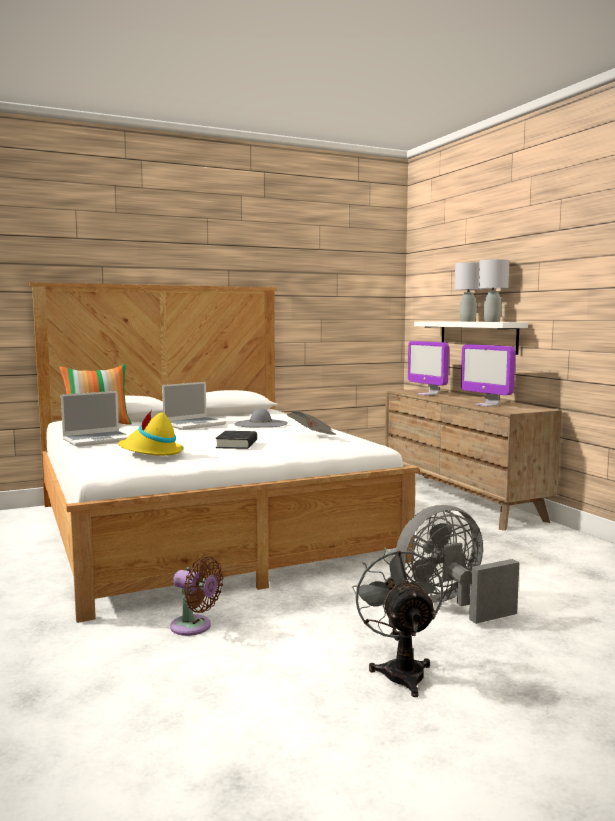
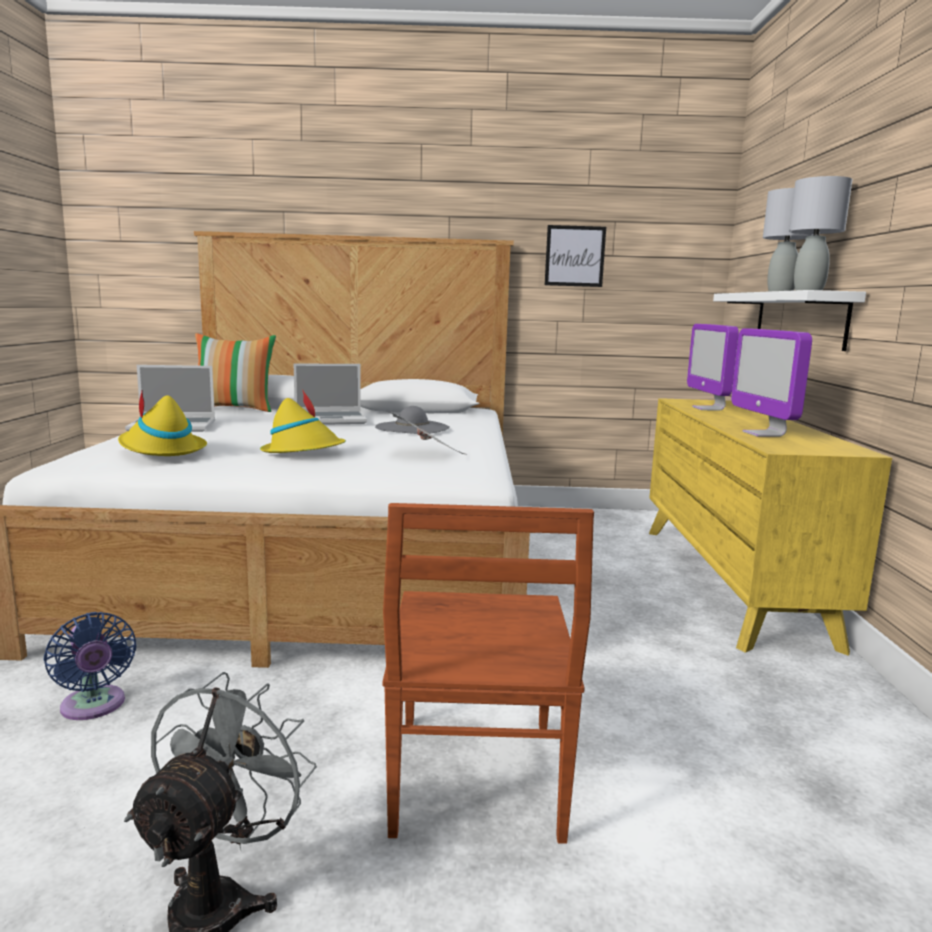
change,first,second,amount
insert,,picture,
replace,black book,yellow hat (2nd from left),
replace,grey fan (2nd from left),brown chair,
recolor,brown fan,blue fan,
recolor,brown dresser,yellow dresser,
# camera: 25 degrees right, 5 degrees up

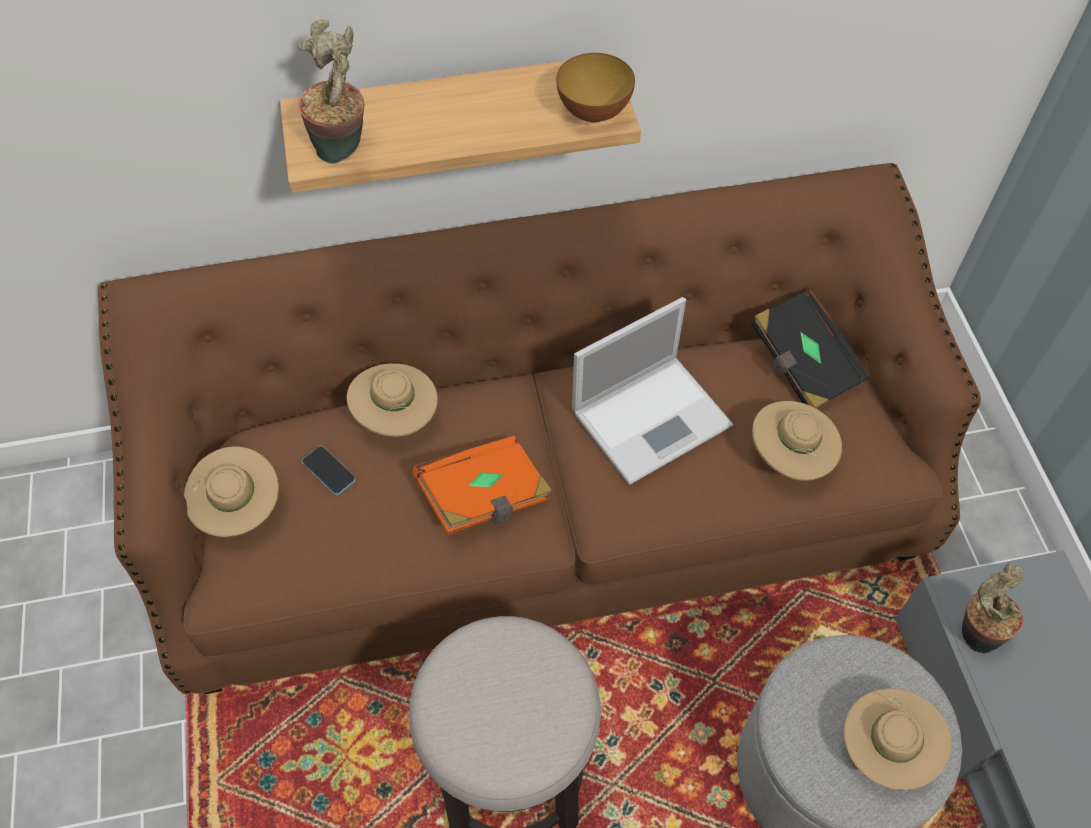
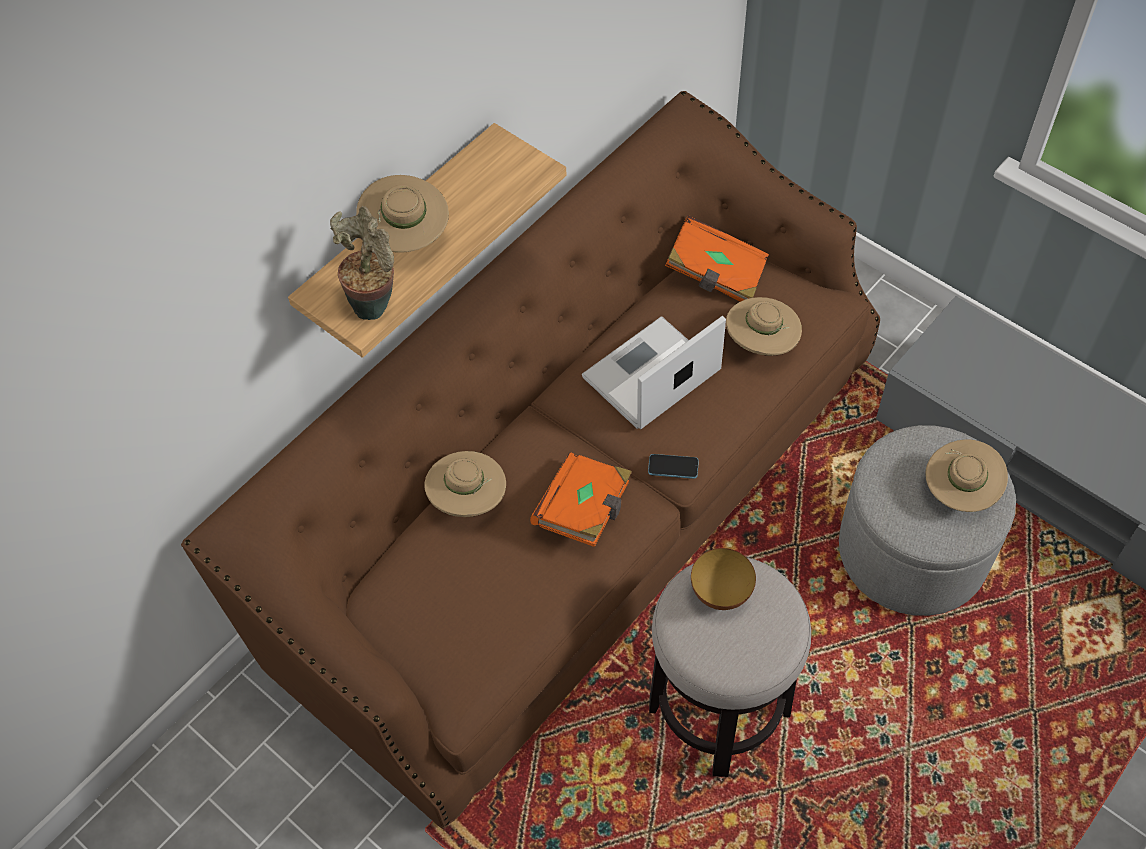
change,first,second,amount
delete,potted plant (2nd from left),,
move,beige hat (1st from left),,
move,phone,,
move,bowl,,
recolor,black book,orange book (2nd from left),
rotate,laptop,,150 degrees counterclockwise
# camera: 35 degrees left, 0 degrees up

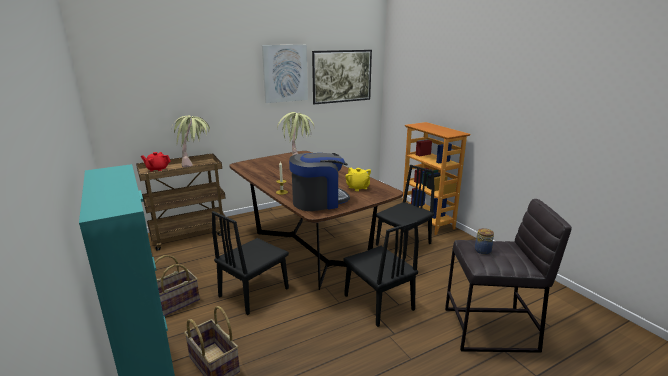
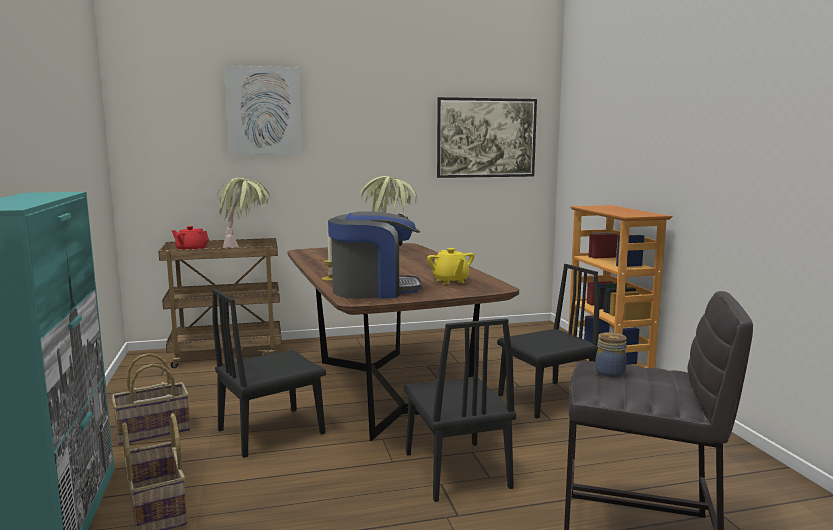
change,first,second,amount
move,picture (1st from left),,
# camera: 15 degrees right, 10 degrees down

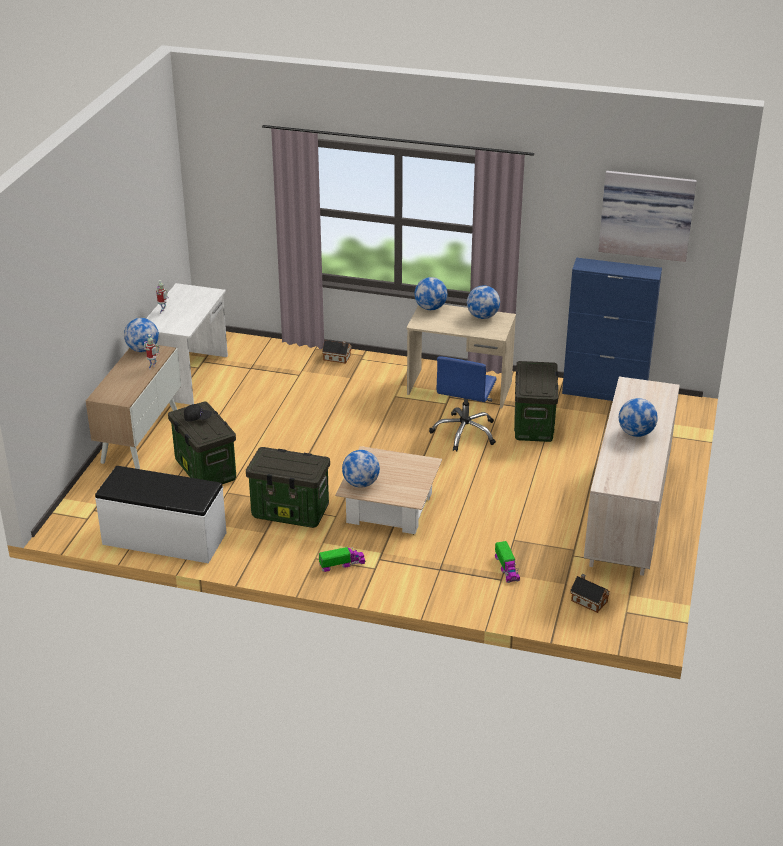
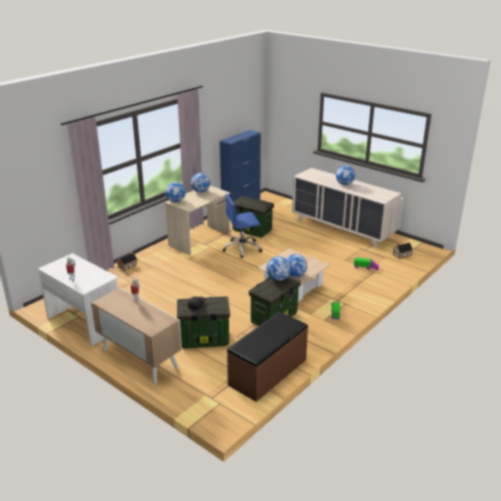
change,first,second,amount
delete,picture,,
move,globe (1st from left in the first image),globe (3rd from left),
recolor,white bench,brown bench,
rotate,blue office chair,,120 degrees clockwise
# camera: 65 degrees left, 5 degrees down

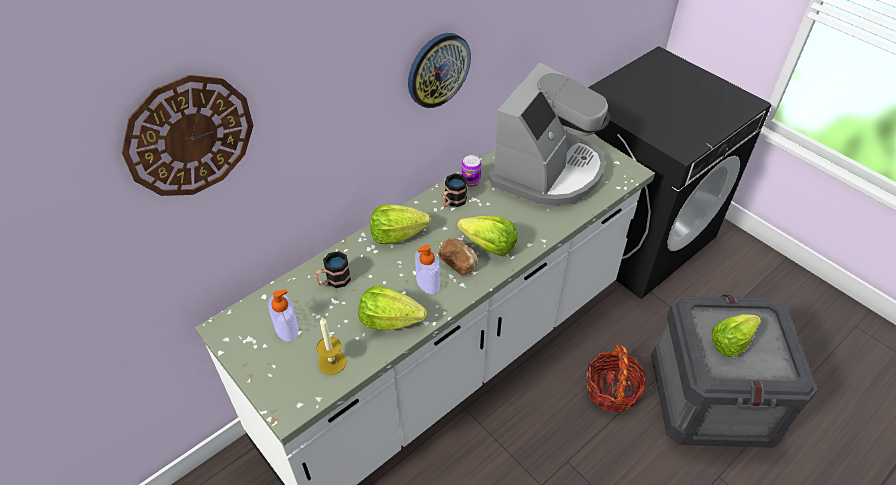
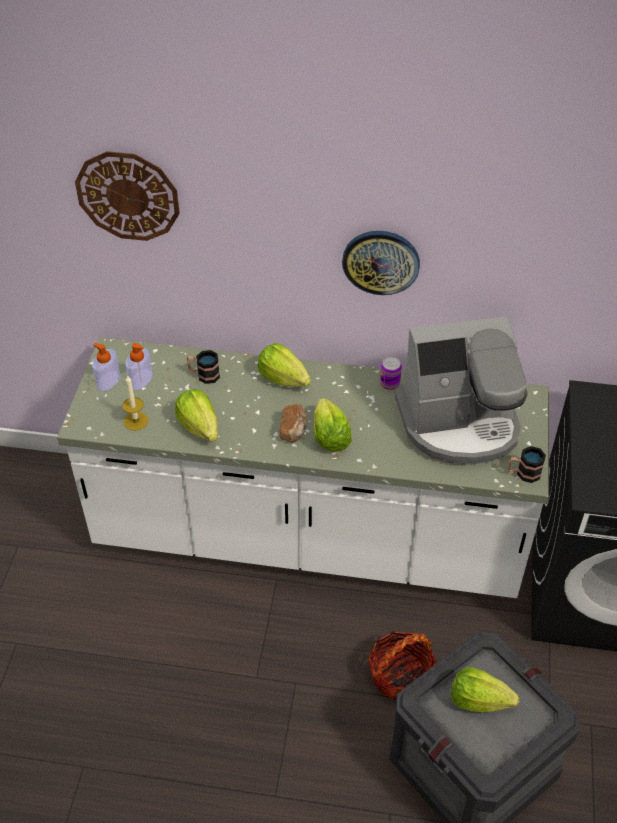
change,first,second,amount
move,soap dispenser (2nd from left in the first image),soap dispenser (1st from left),
move,mug (2nd from left),,
# camera: 50 degrees right, 0 degrees up

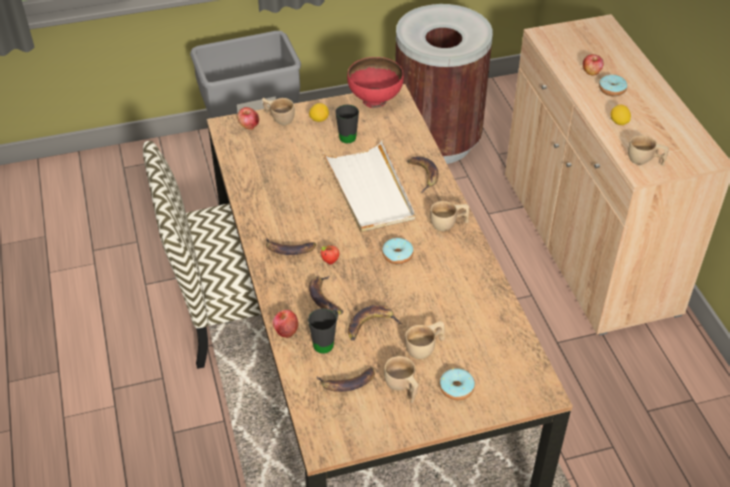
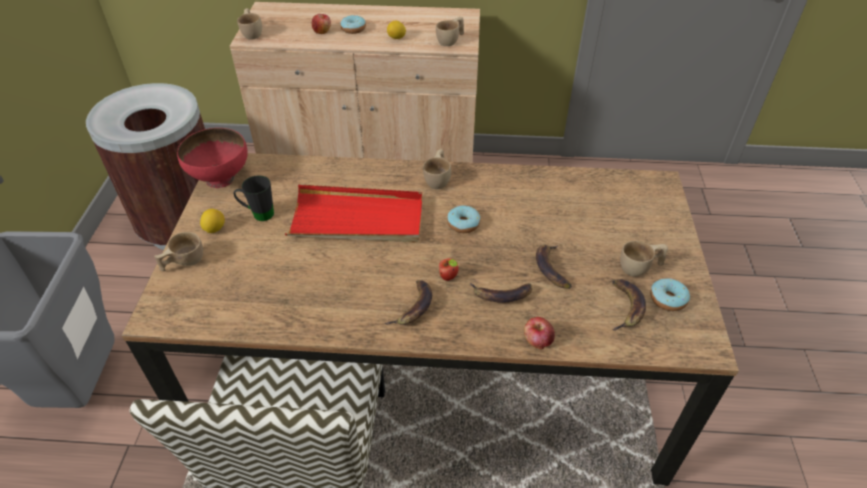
change,first,second,amount
delete,apple (1st from left),,
delete,black mug (1st from left),,
delete,banana (5th from left),,
move,beige cup (3rd from left in the first image),beige cup (2nd from left),
move,donut (2nd from left in the first image),donut (3rd from left),
recolor,white tray,red tray,
# camera: 70 degrees left, 0 degrees up

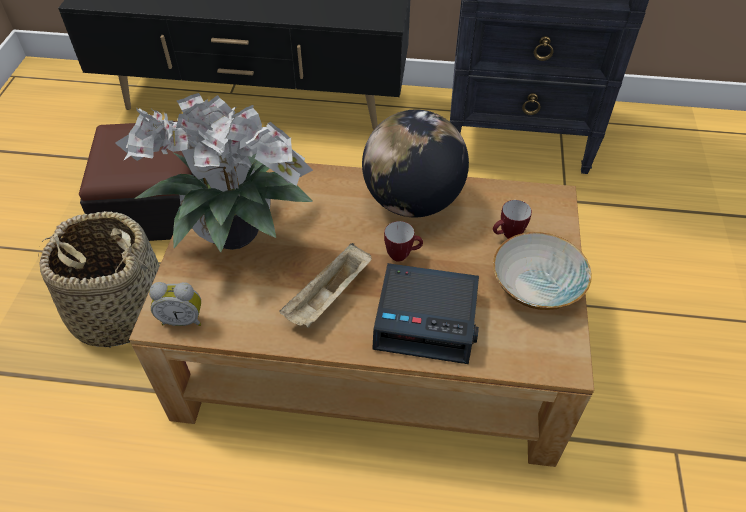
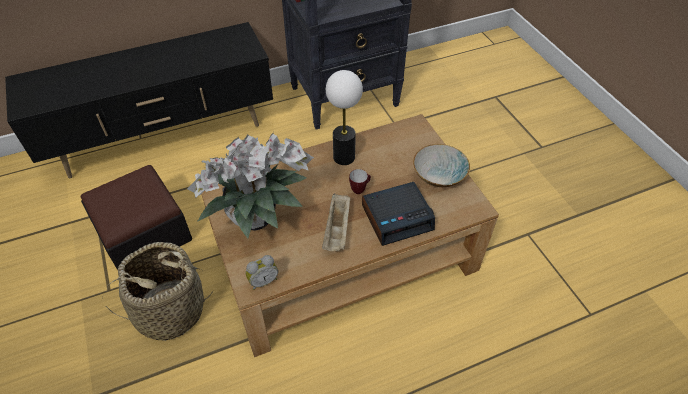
change,first,second,amount
delete,mug (2nd from left),,
replace,globe,table lamp,
# camera: 30 degrees left, 0 degrees up

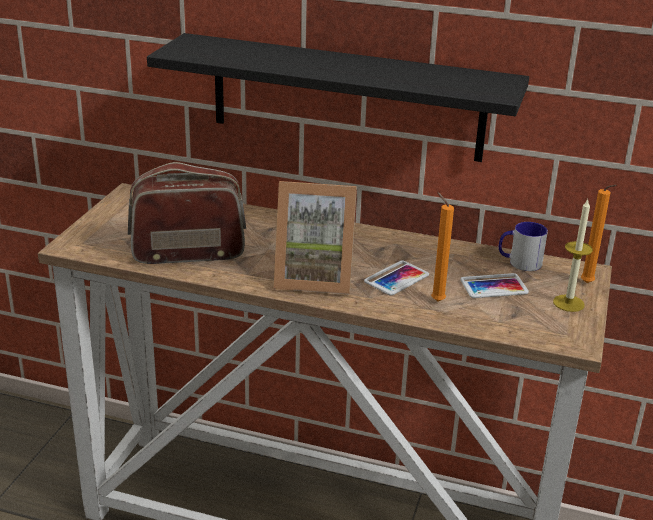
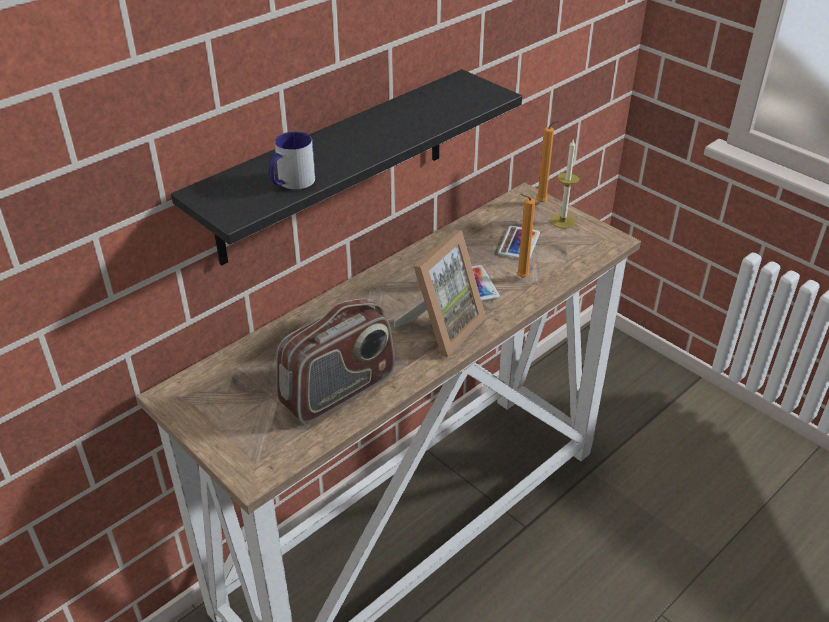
change,first,second,amount
move,mug,,
rotate,radio,,150 degrees counterclockwise
# camera: 60 degrees left, 10 degrees up

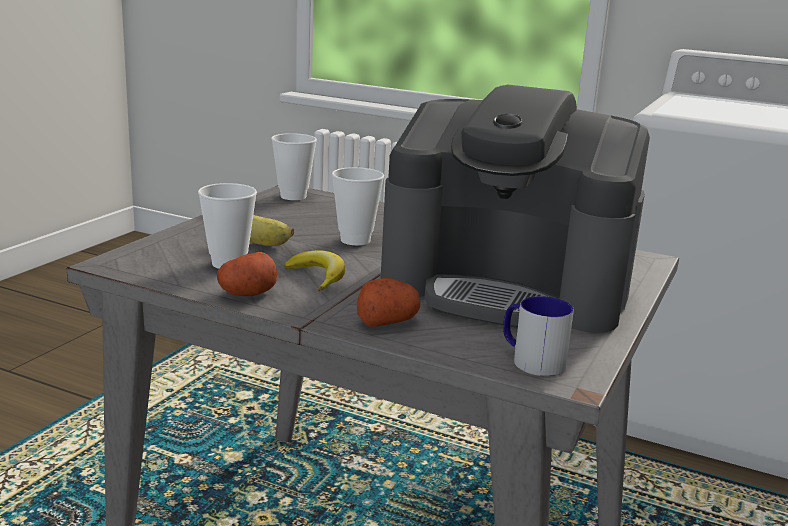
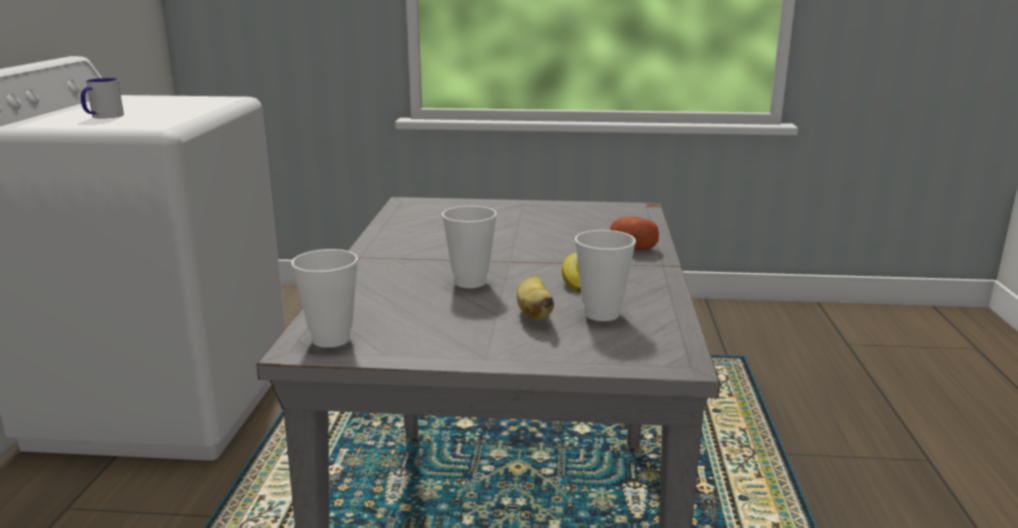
change,first,second,amount
delete,potato (1st from left),,
delete,coffee machine,,
move,mug,,
# camera: 110 degrees left, 0 degrees up

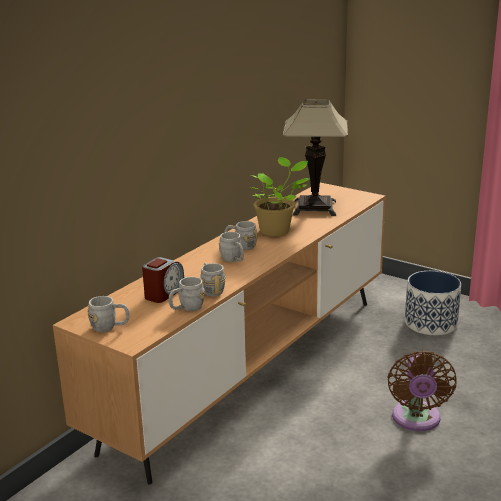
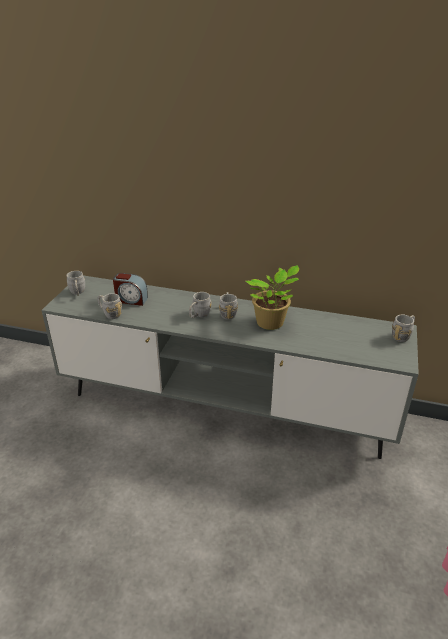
change,first,second,amount
delete,table lamp,,
delete,brown fan,,
delete,planter,,
move,grey mug (3rd from left in the first image),grey mug (5th from left),
recolor,brown tv stand,grey tv stand,
# camera: 70 degrees right, 10 degrees up

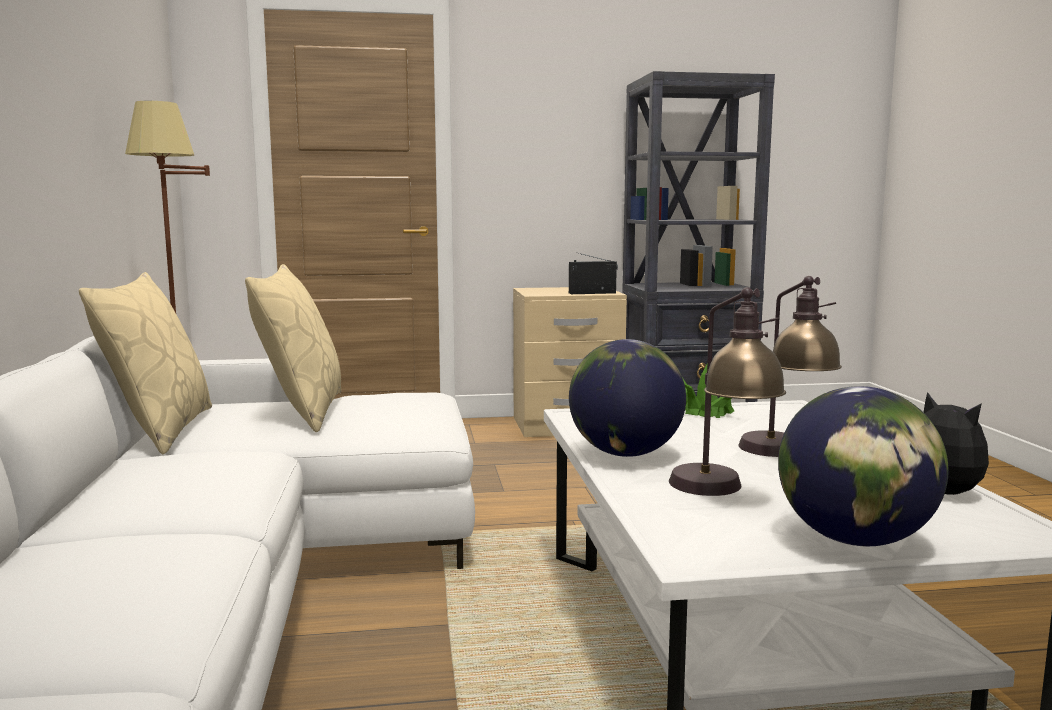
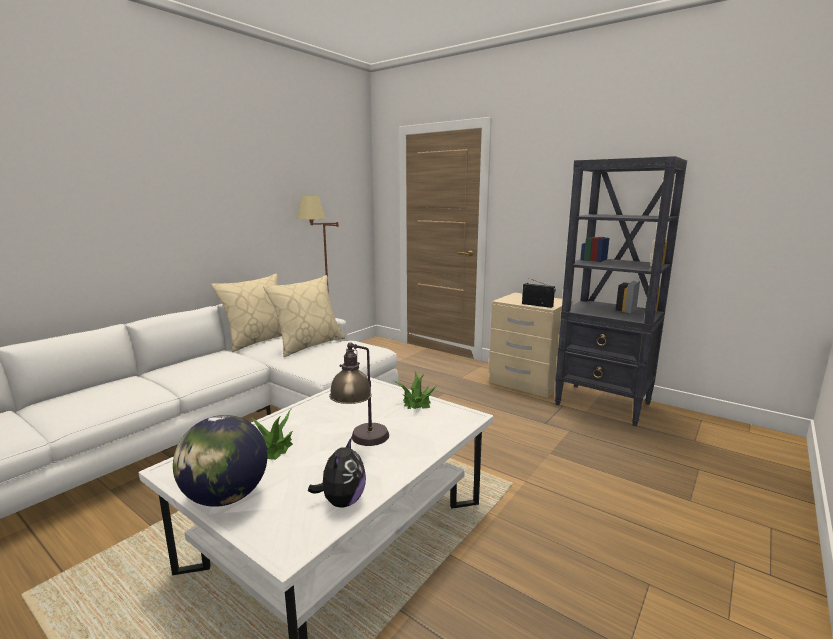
change,first,second,amount
delete,globe (1st from left),,
replace,table lamp (1st from left),potted plant (1st from left),
# camera: 45 degrees right, 5 degrees up

